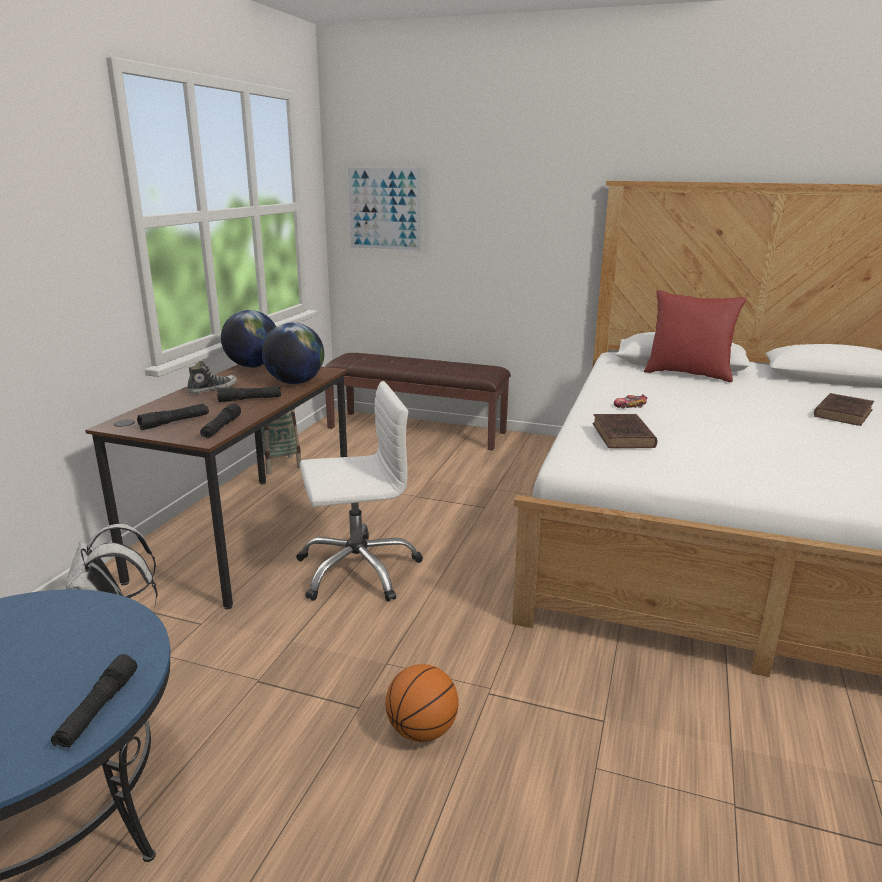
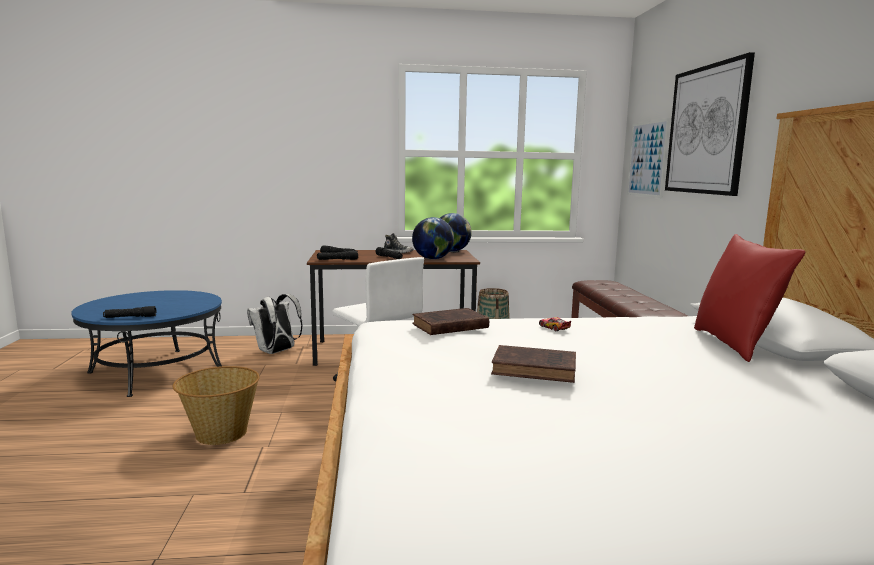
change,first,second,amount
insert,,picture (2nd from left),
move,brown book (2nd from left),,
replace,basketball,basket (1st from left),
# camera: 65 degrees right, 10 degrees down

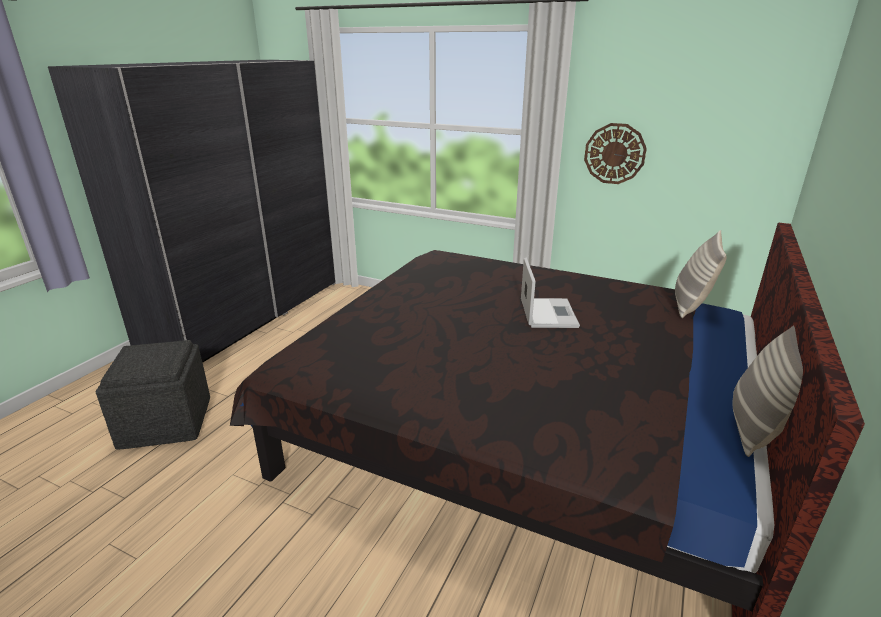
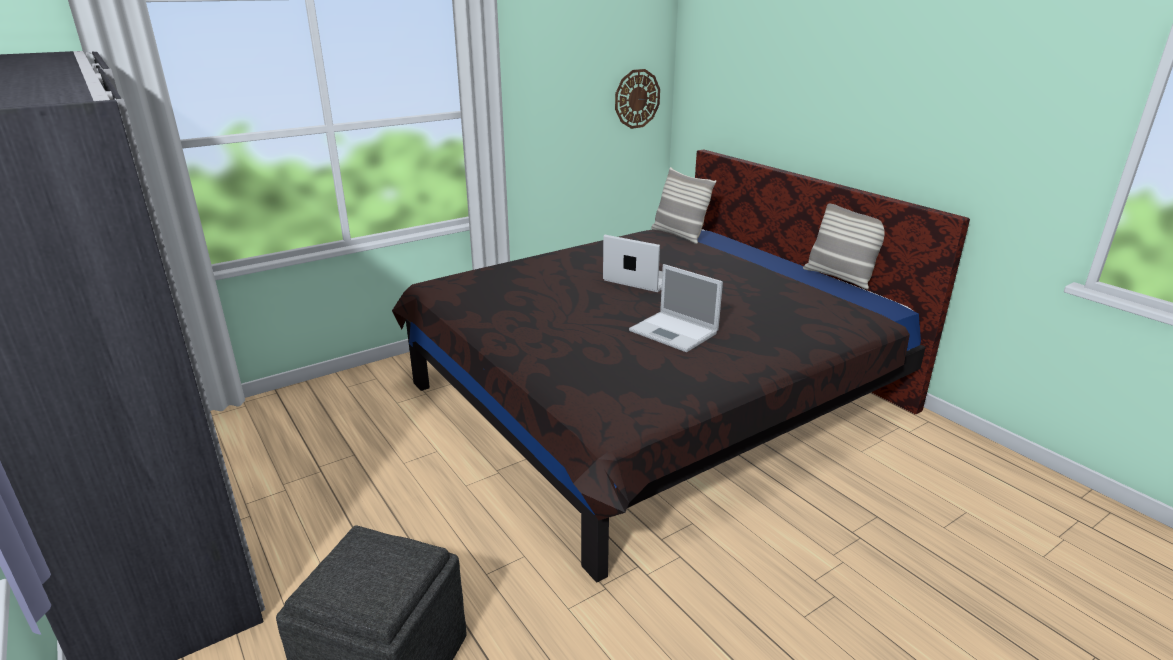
change,first,second,amount
insert,,laptop (2nd from left),
move,wall clock,,
# camera: 60 degrees left, 0 degrees up

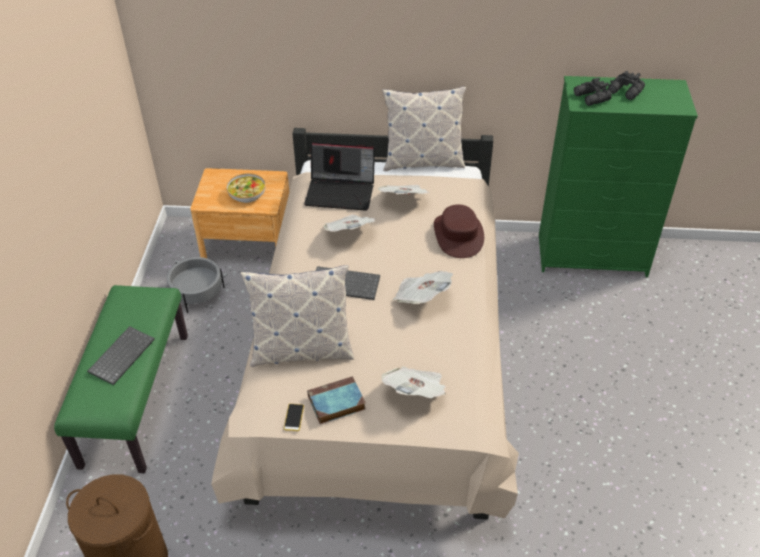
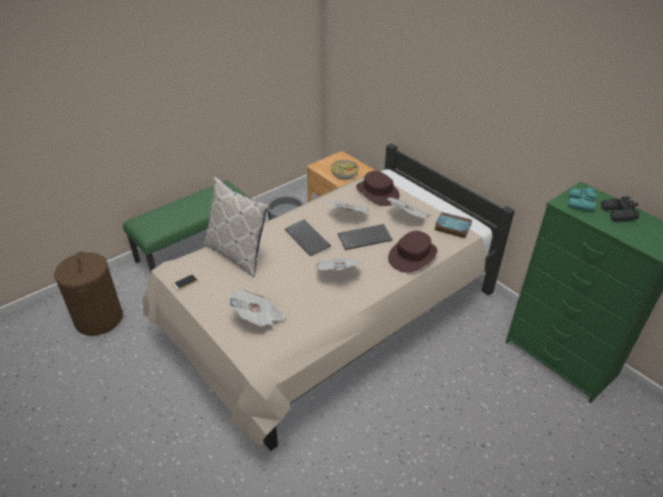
change,first,second,amount
delete,pillow (2nd from left),,
move,keyboard (1st from left in the first image),keyboard (2nd from left),
move,book,,
replace,laptop,brown hat (1st from left),
recolor,black binoculars (1st from left),turquoise binoculars,
# camera: 45 degrees right, 5 degrees down

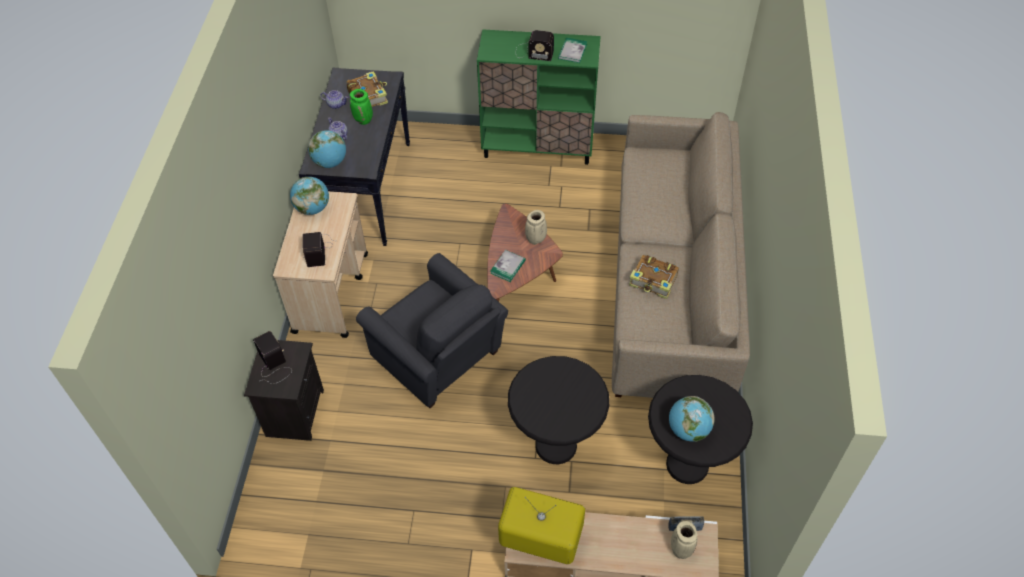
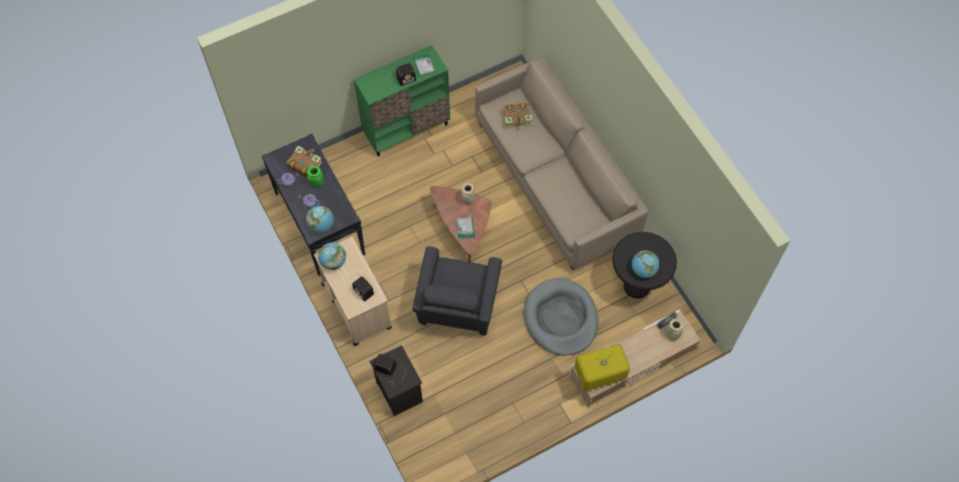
change,first,second,amount
move,book (4th from left),,
replace,black side table (1st from left),grey dog bed,
rotate,grey armchair,,90 degrees clockwise
# camera: 35 degrees left, 10 degrees up

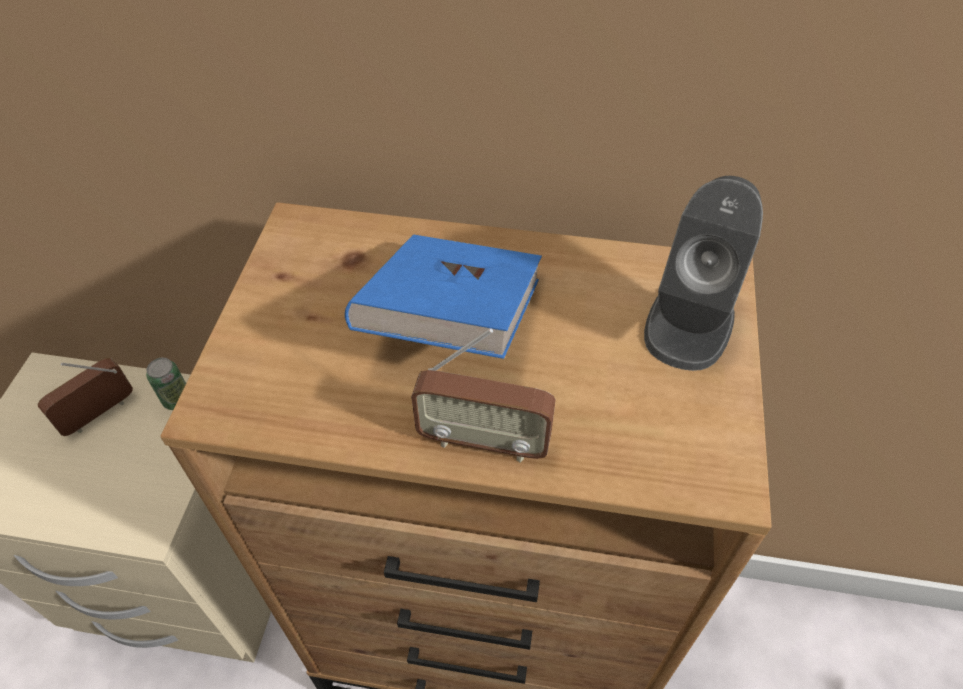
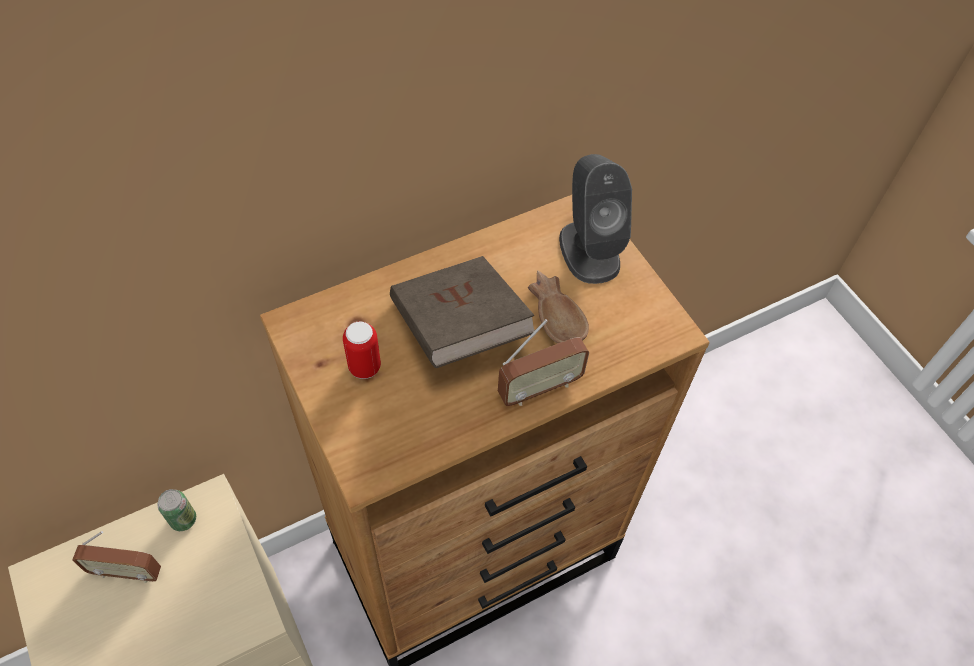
change,first,second,amount
insert,,can (2nd from left),
insert,,brown bowl,
recolor,blue book,brown book,
rotate,radio (1st from left),,90 degrees counterclockwise
# camera: 40 degrees left, 5 degrees up

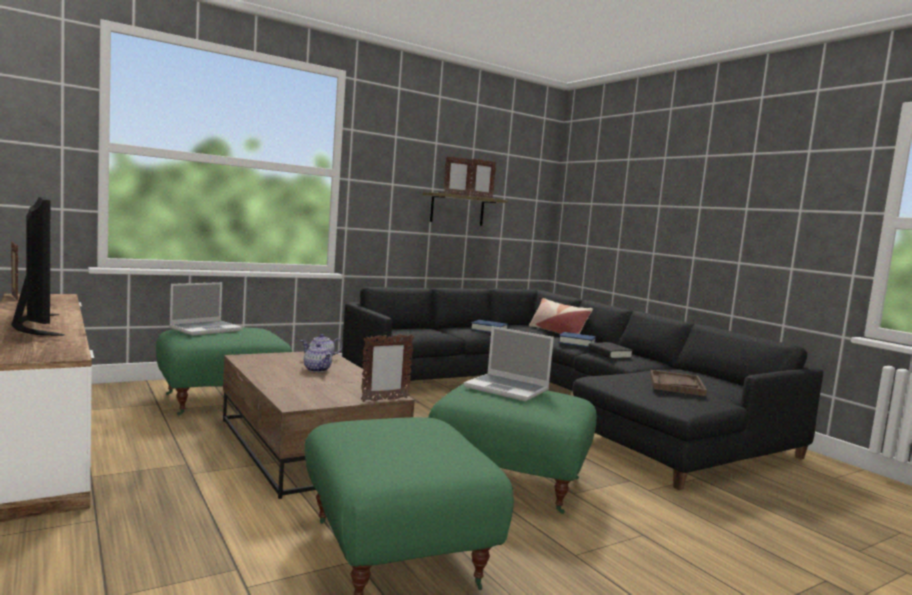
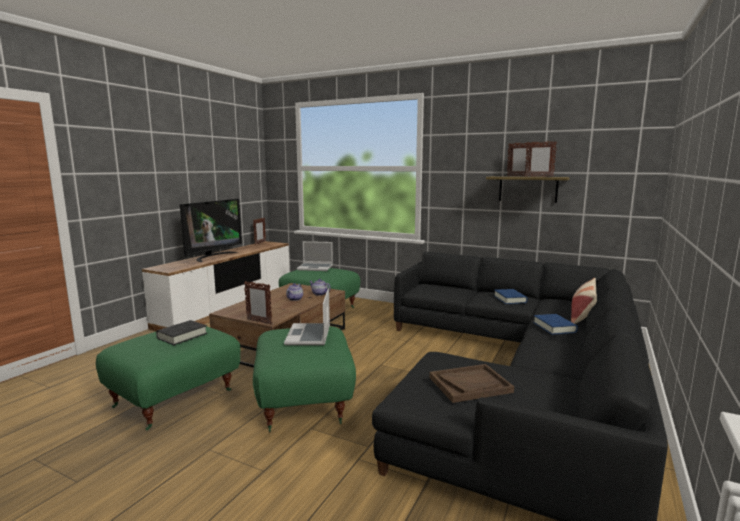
change,first,second,amount
move,black book,,
# camera: 60 degrees right, 5 degrees up

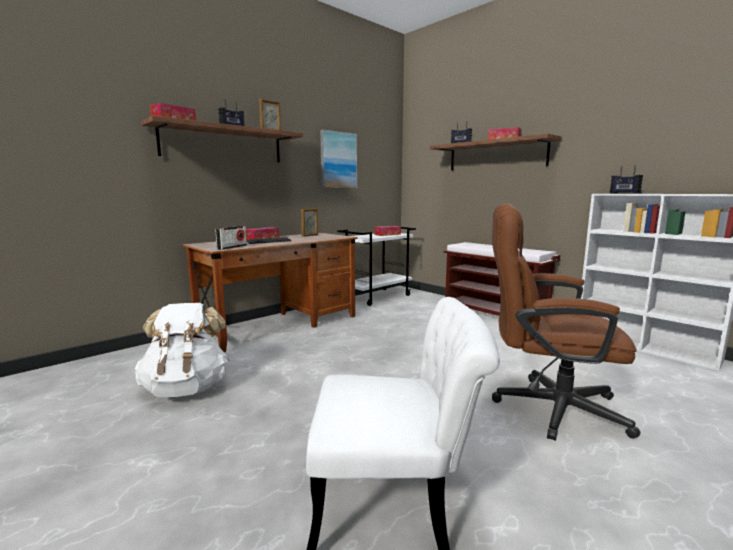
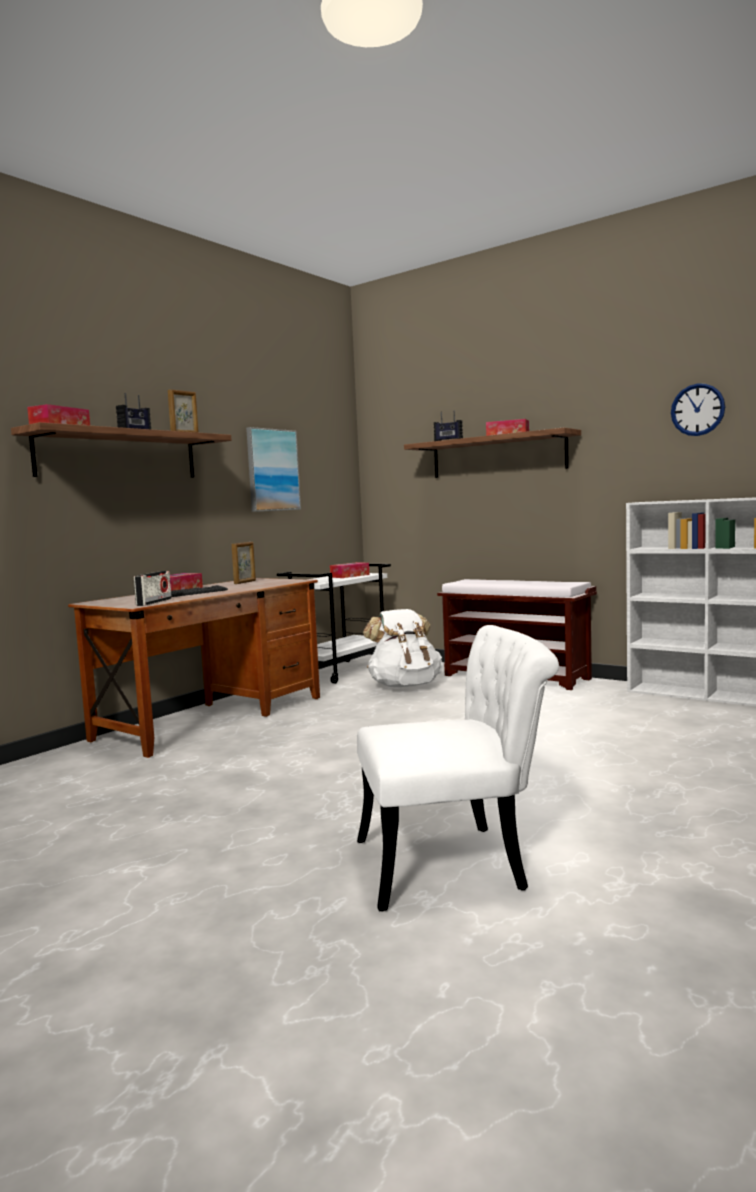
change,first,second,amount
delete,brown office chair,,
delete,radio (4th from left),,
insert,,wall clock,
move,white backpack,,
# camera: 10 degrees left, 5 degrees down

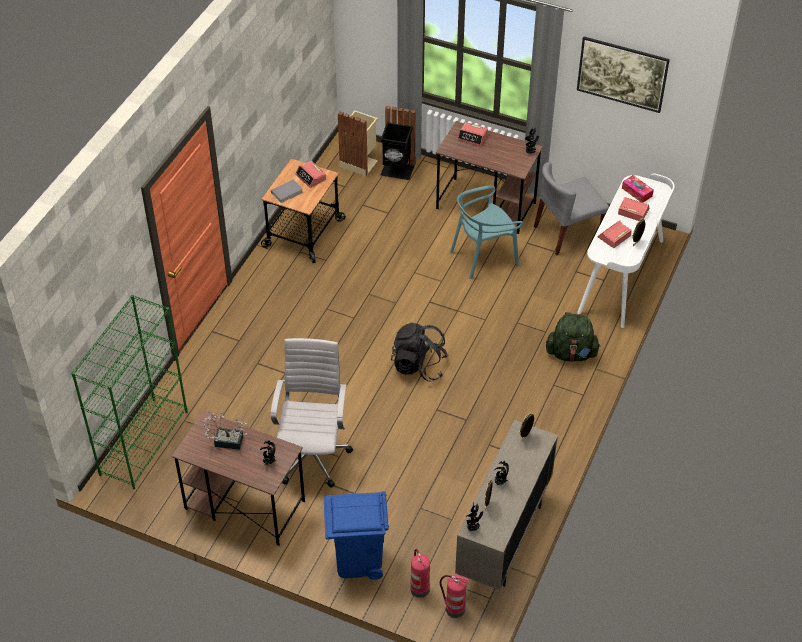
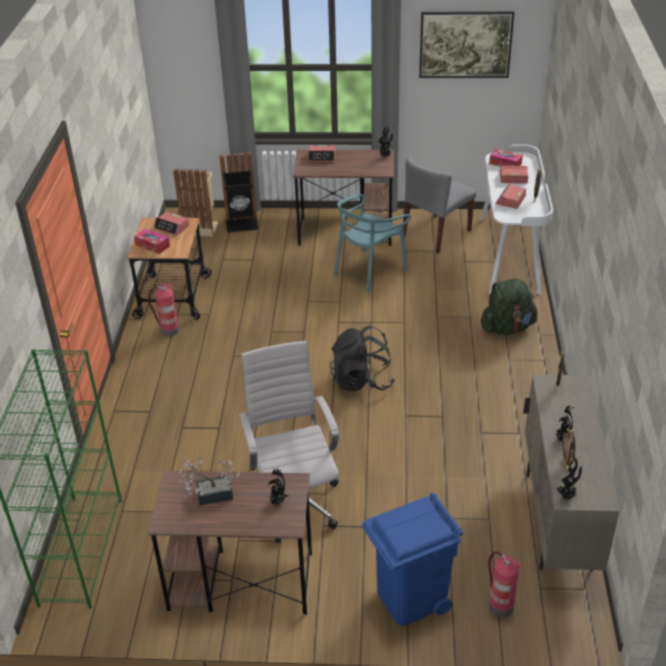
change,first,second,amount
move,fire extinguisher (2nd from left in the first image),fire extinguisher (1st from left),
replace,grey book,tissue box (1st from left),
# camera: 20 degrees left, 10 degrees down

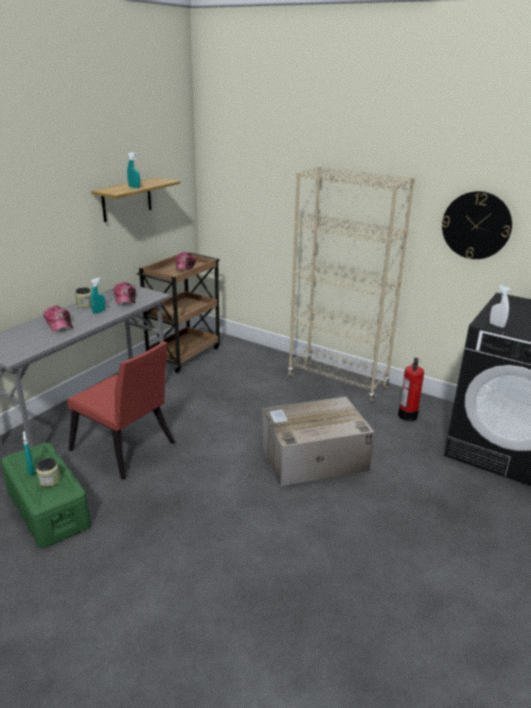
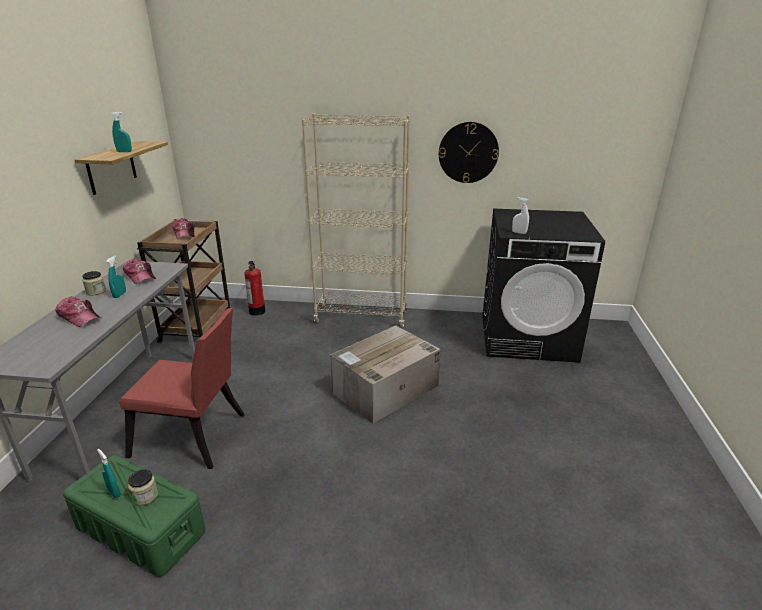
change,first,second,amount
move,fire extinguisher,,
# camera: 25 degrees left, 0 degrees up

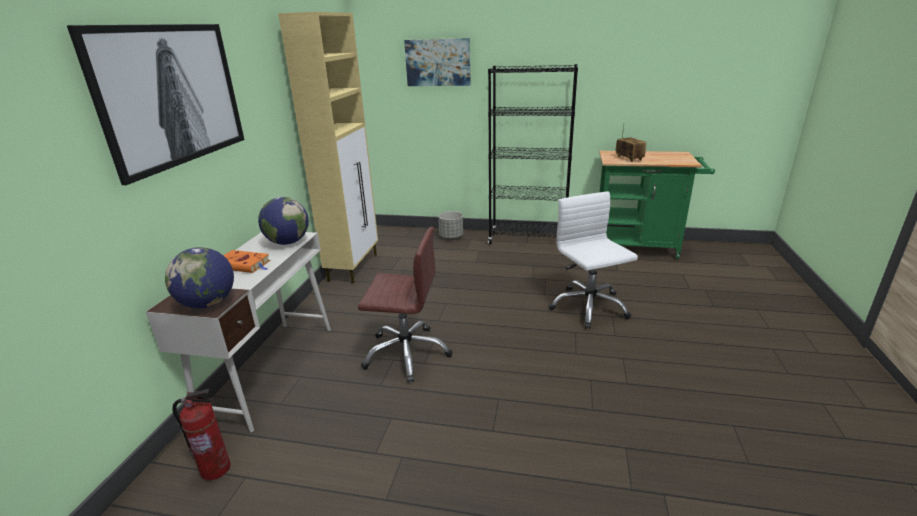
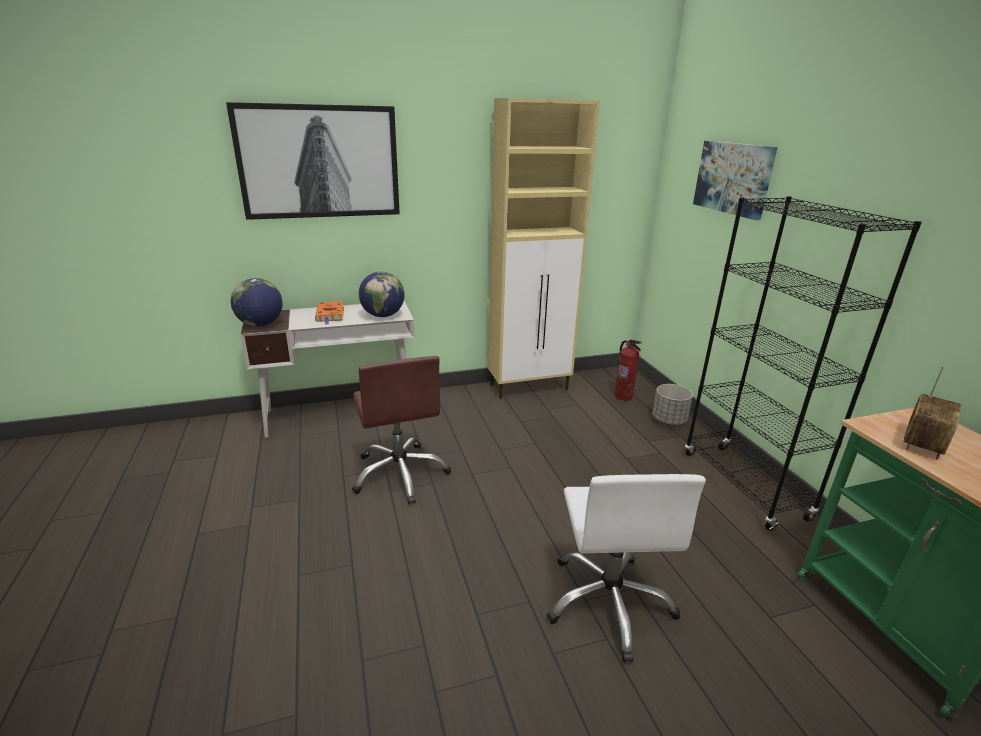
change,first,second,amount
move,fire extinguisher,,
rotate,white office chair,,135 degrees clockwise
# camera: 60 degrees right, 0 degrees up

